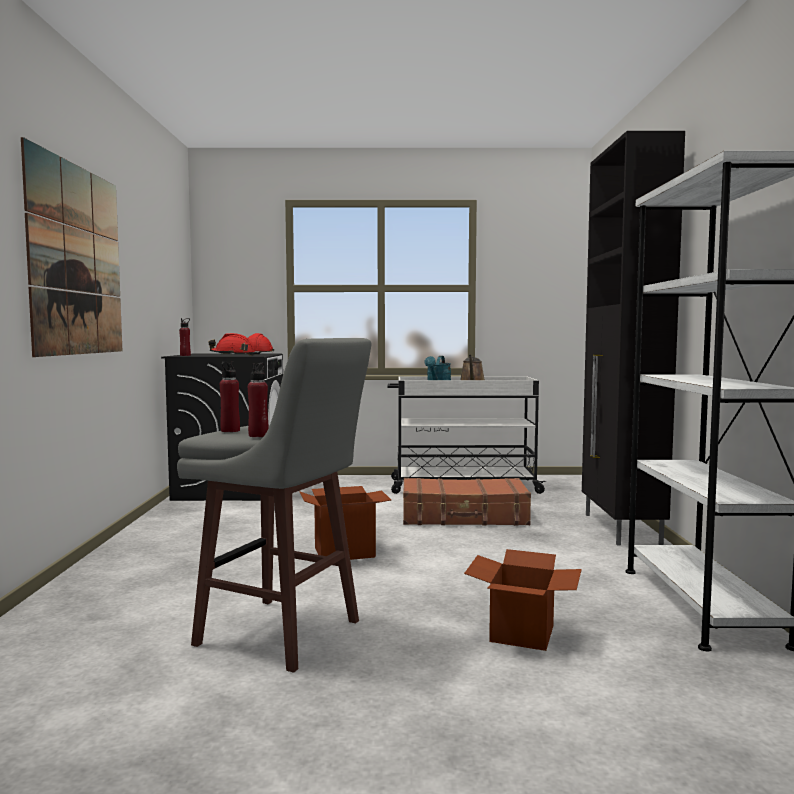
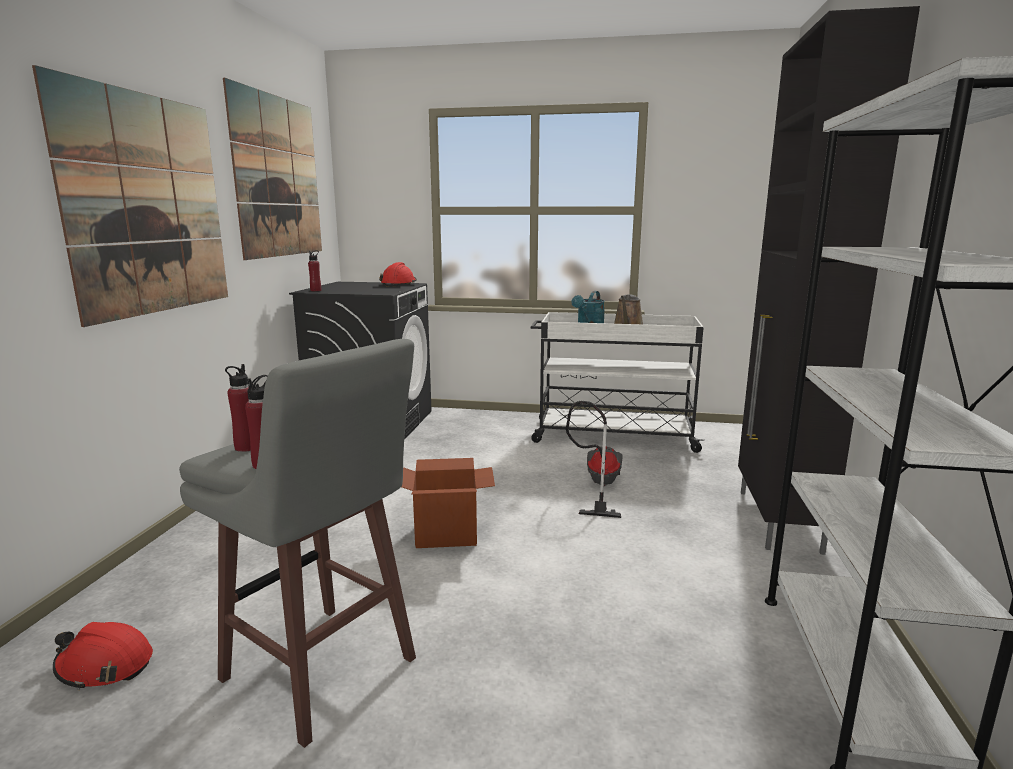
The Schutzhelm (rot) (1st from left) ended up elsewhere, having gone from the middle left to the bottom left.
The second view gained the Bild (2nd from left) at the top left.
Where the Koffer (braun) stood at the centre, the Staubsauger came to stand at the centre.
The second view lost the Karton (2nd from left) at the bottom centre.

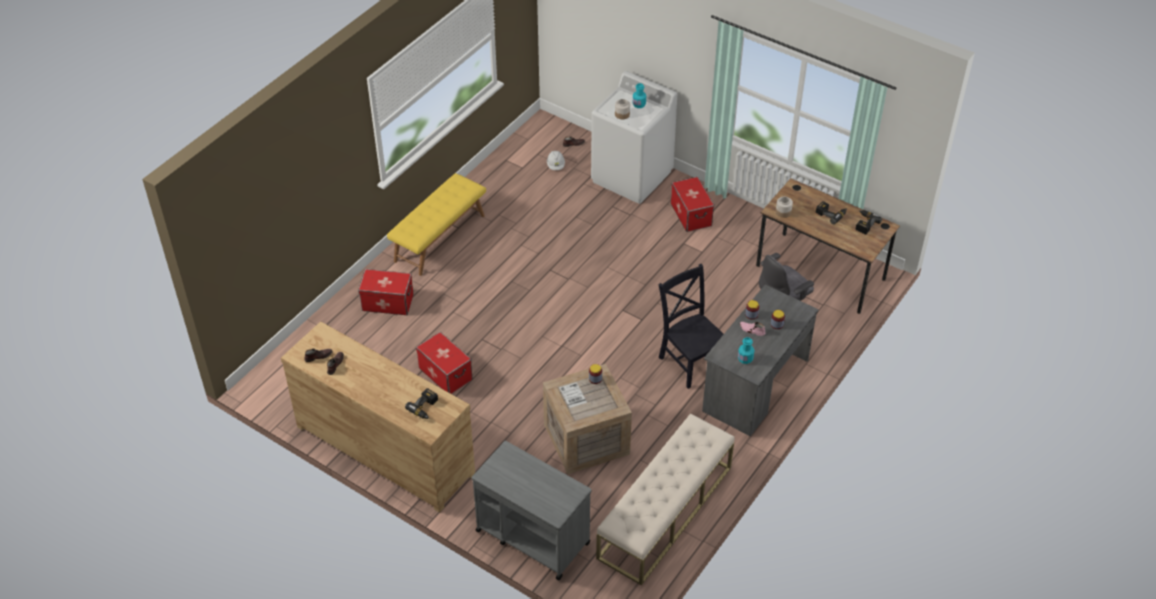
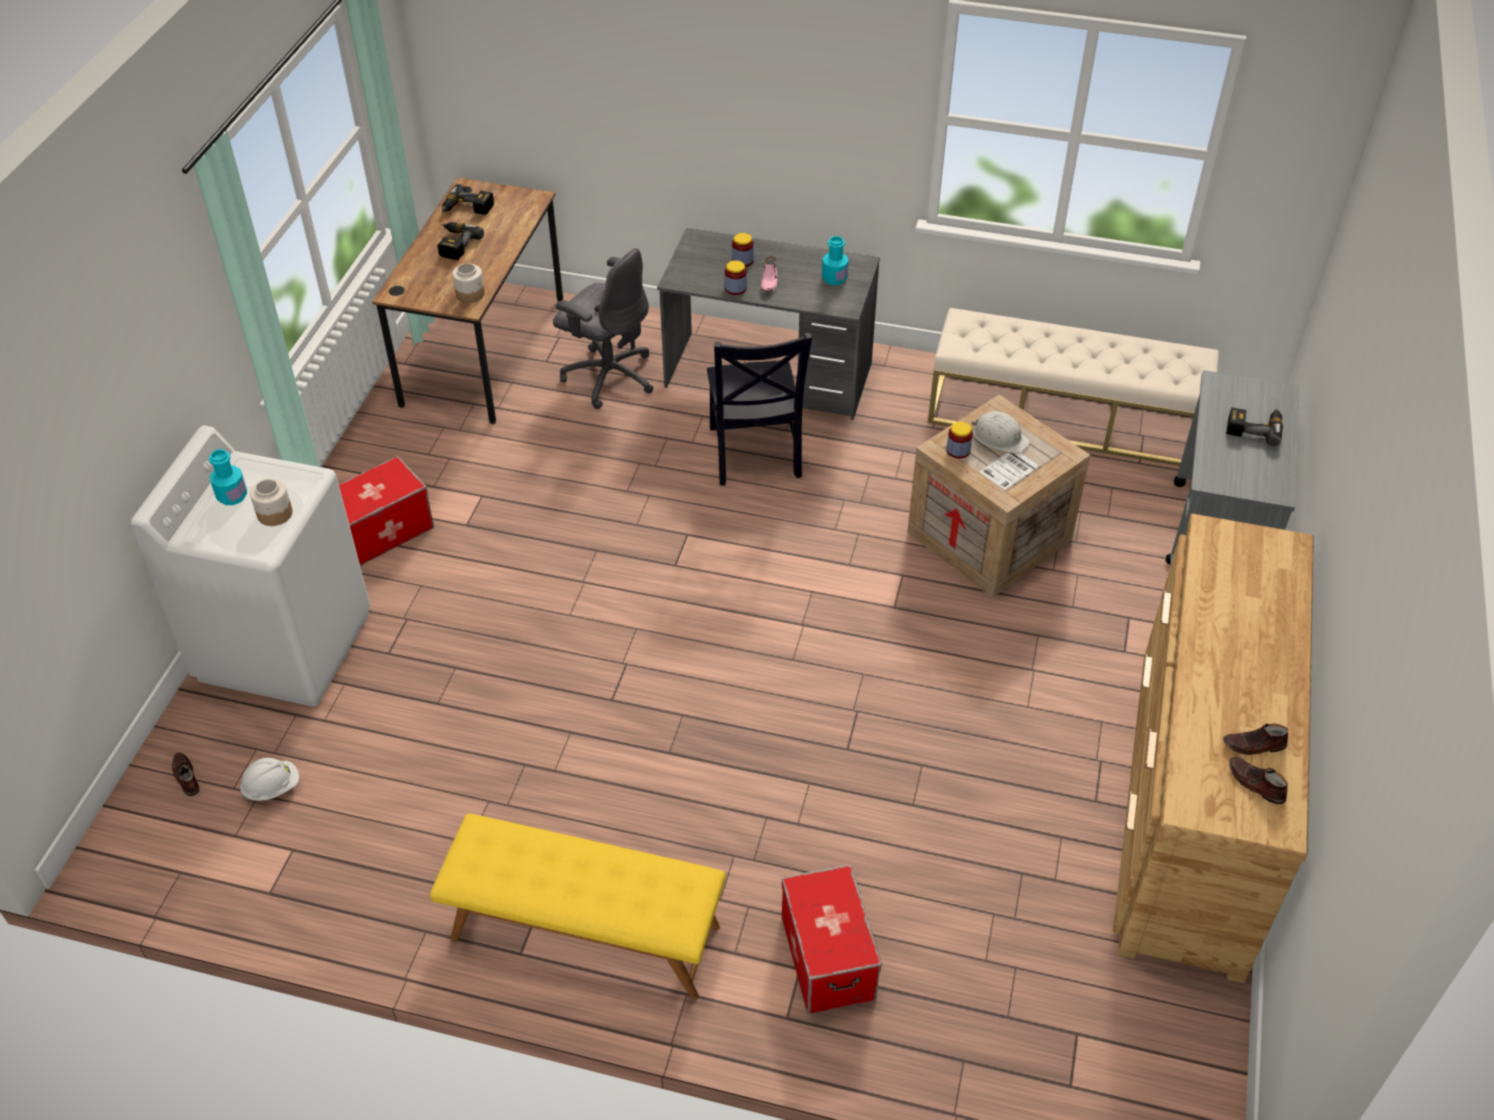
The Stuhl (schwarz) at the centre ended up facing another way, 45 degrees counterclockwise from before.
The second view gained the Schutzhelm (weiß) (2nd from left) at the middle right.
The Bohrmaschine (1st from left in the first image) ended up elsewhere, having gone from the bottom centre to the middle right.
The second view lost the Aufbewahrungsbox (2nd from left) at the centre.

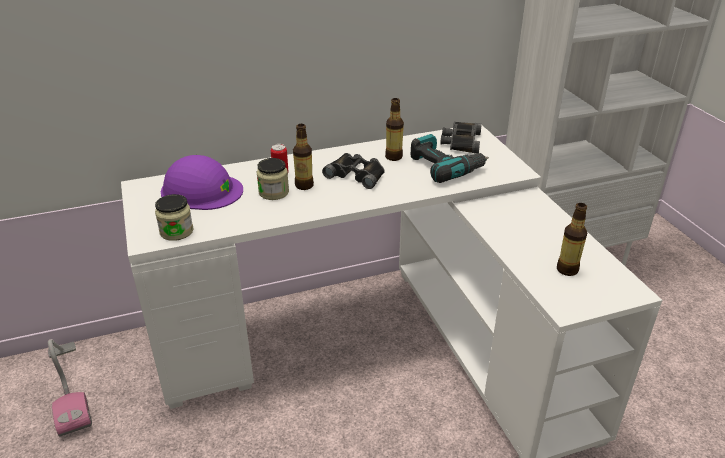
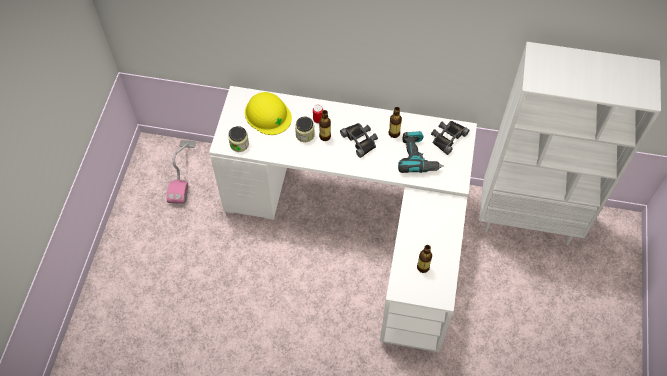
What was the Schutzhelm (lila) at the middle left turned into the Schutzhelm (gelb) at the top centre.

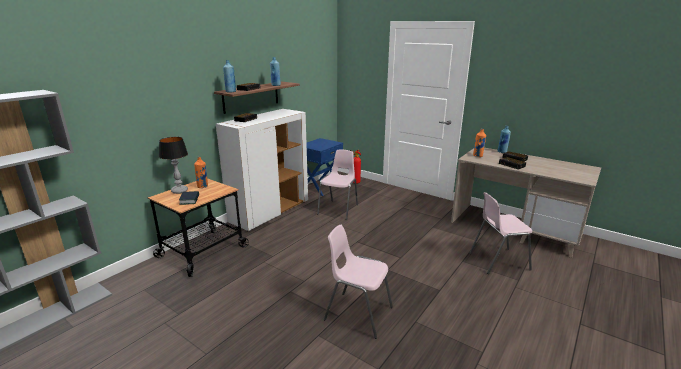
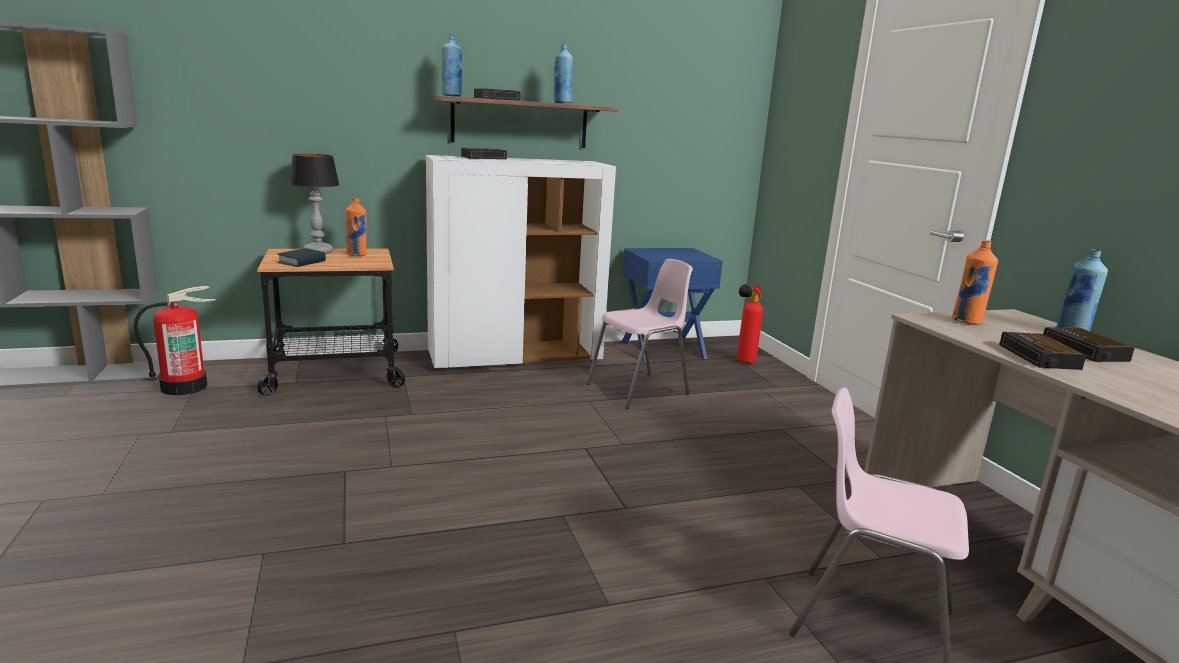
The second view gained the Feuerlöscher (1st from left) at the middle left.
The second view lost the Stuhl (rosa) (2nd from left) at the bottom centre.

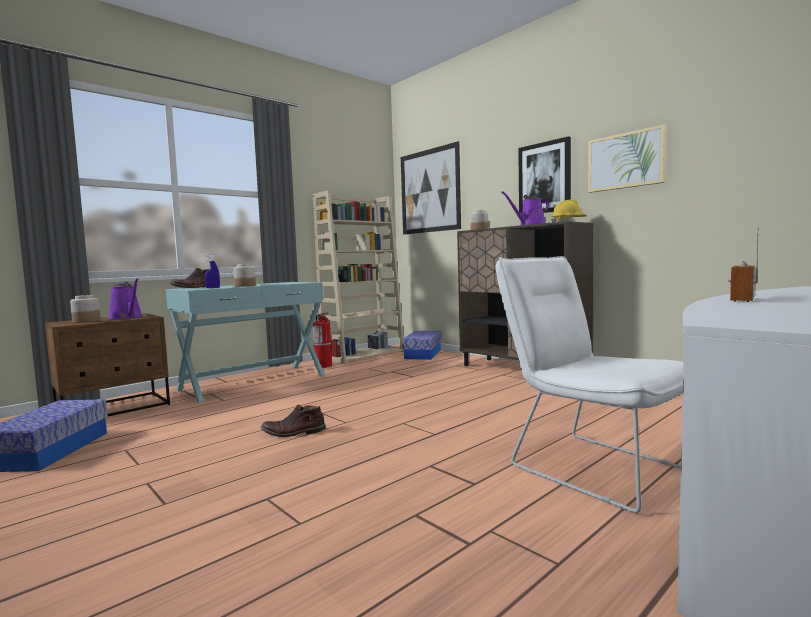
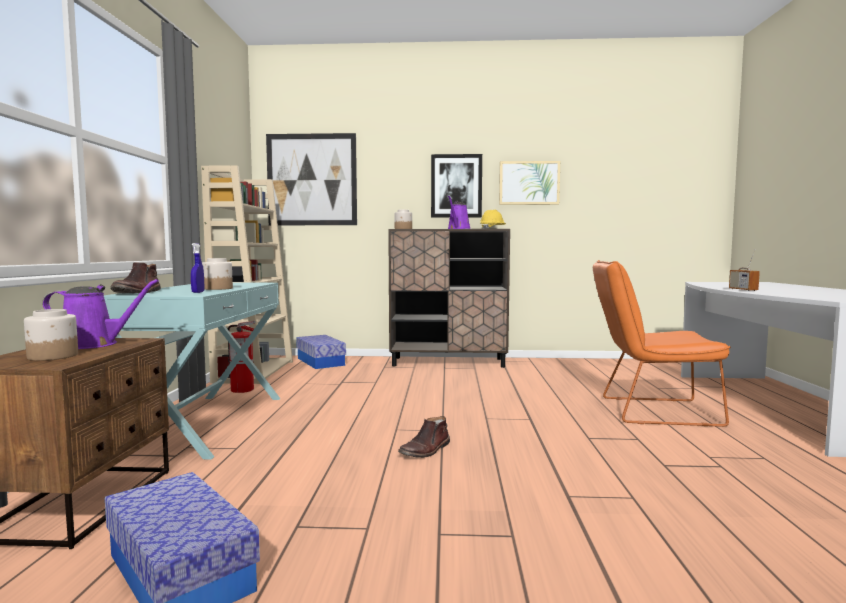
What was the Stuhl (weiß) at the middle right turned into the Stuhl (orange) at the middle right.

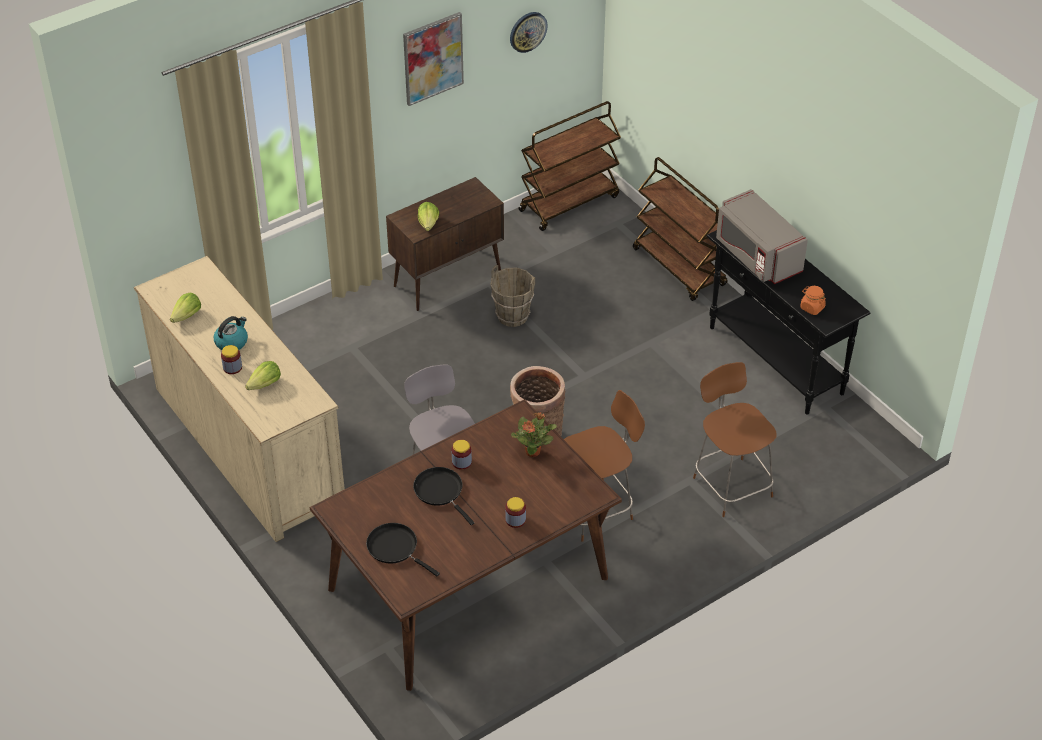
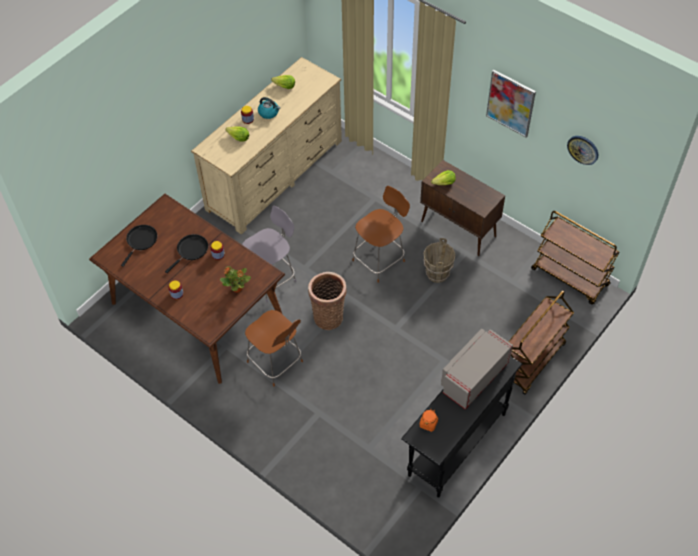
The Stuhl (braun) (2nd from left) ended up elsewhere, having gone from the middle right to the centre.

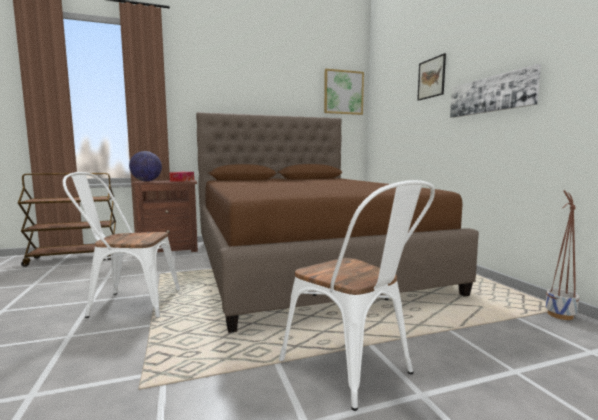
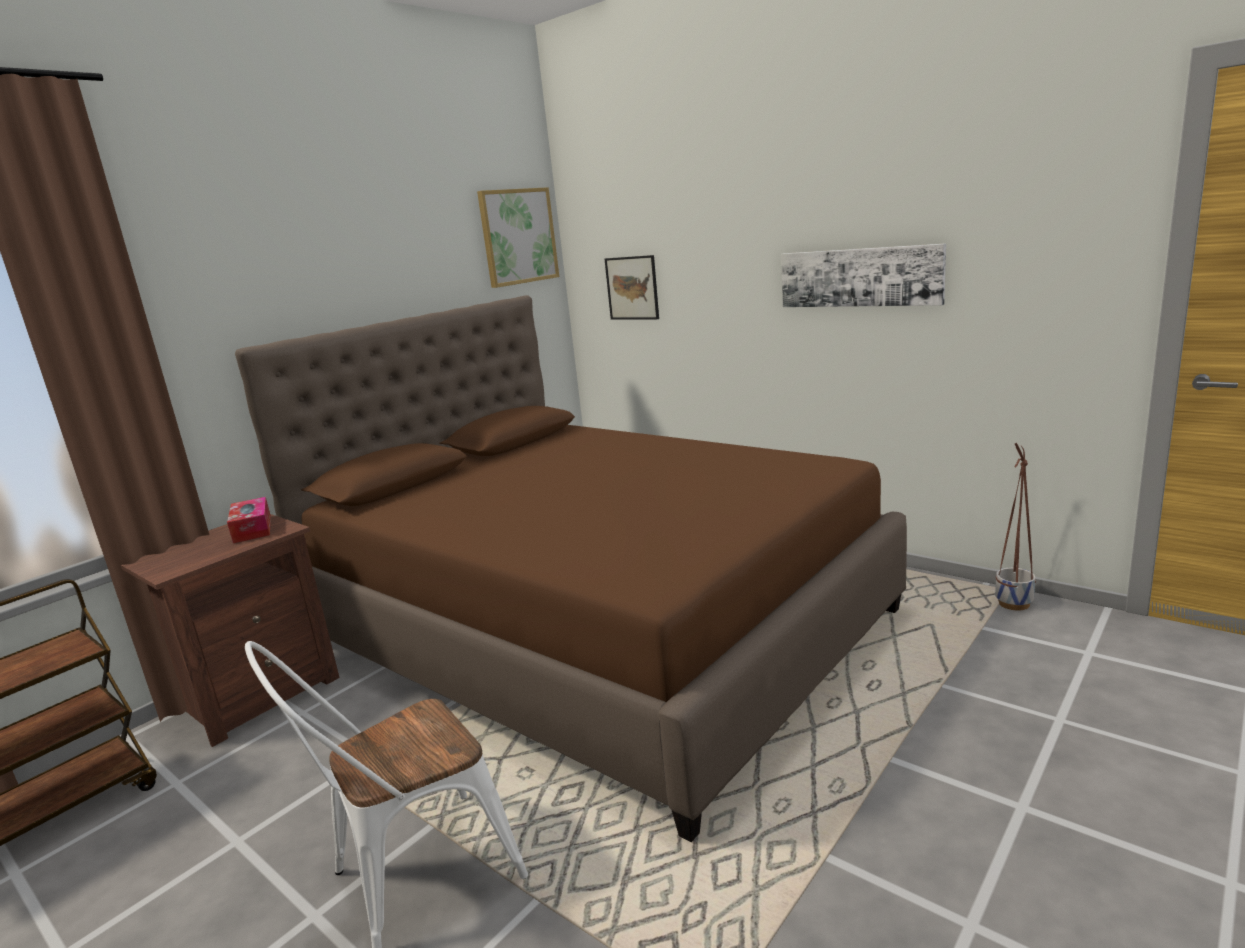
The Bild (2nd from left) ended up elsewhere, having gone from the top right to the top centre.
The second view lost the Globus at the middle left.
The second view lost the Stuhl (weiß) (2nd from left) at the bottom centre.

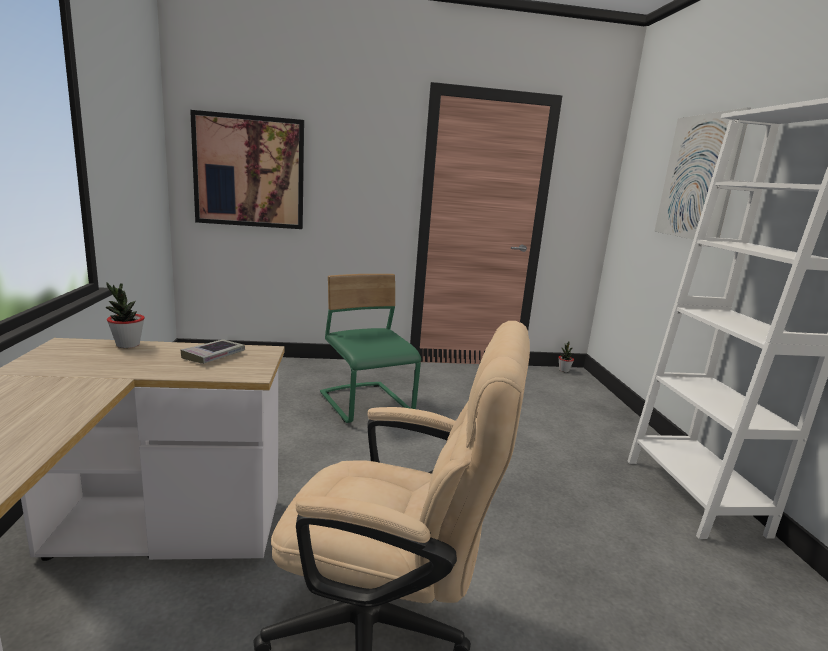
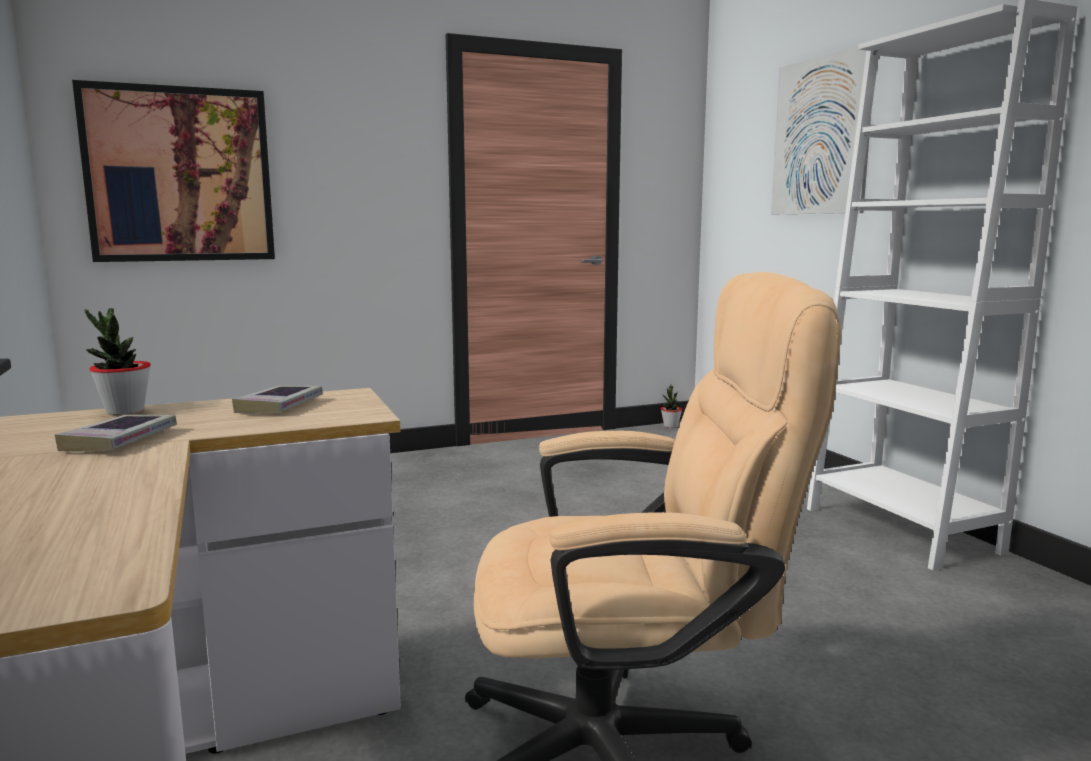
The second view gained the Buch (1st from left) at the middle left.
The second view lost the Stuhl (grün) at the centre.

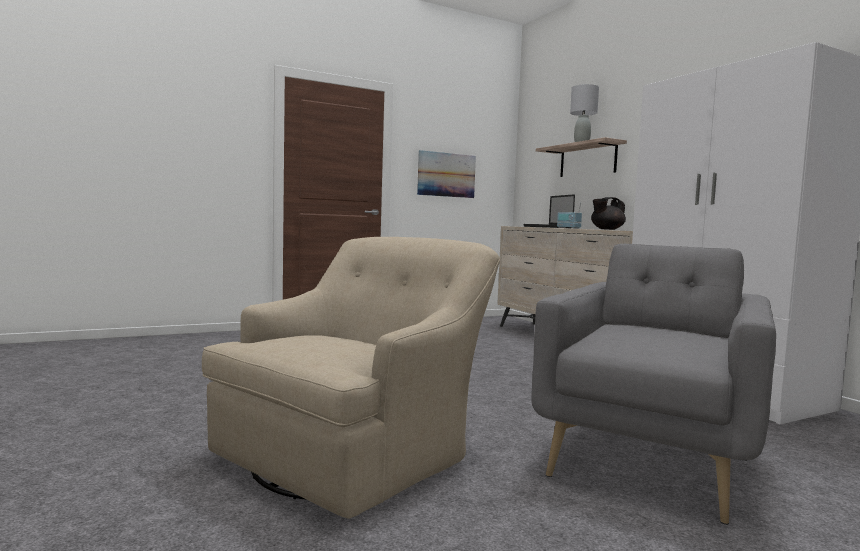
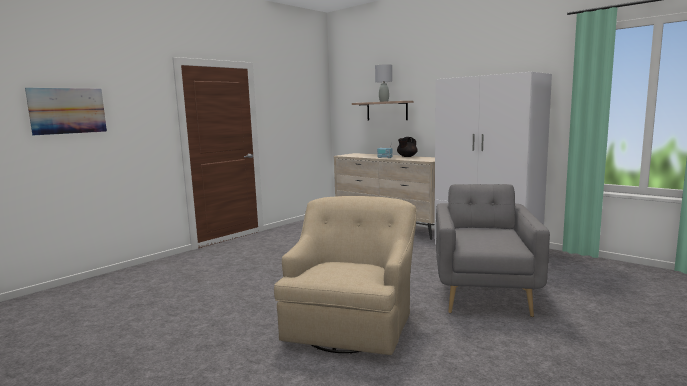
The Bild ended up elsewhere, having gone from the top centre to the top left.
The second view lost the Laptop at the centre.

